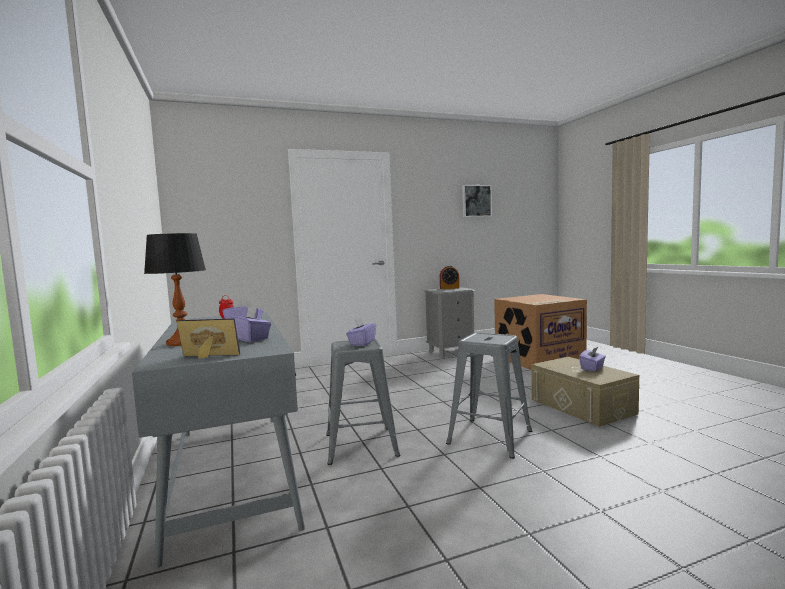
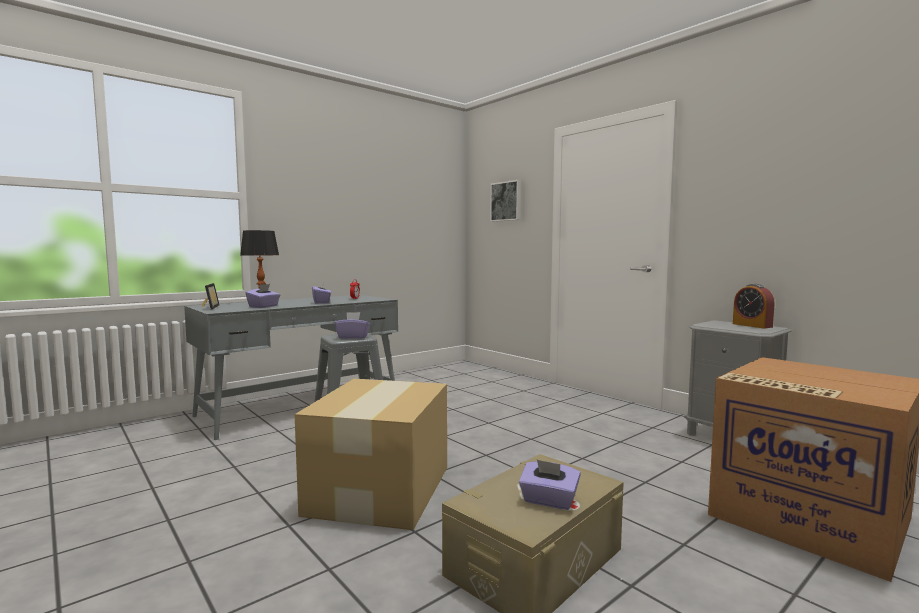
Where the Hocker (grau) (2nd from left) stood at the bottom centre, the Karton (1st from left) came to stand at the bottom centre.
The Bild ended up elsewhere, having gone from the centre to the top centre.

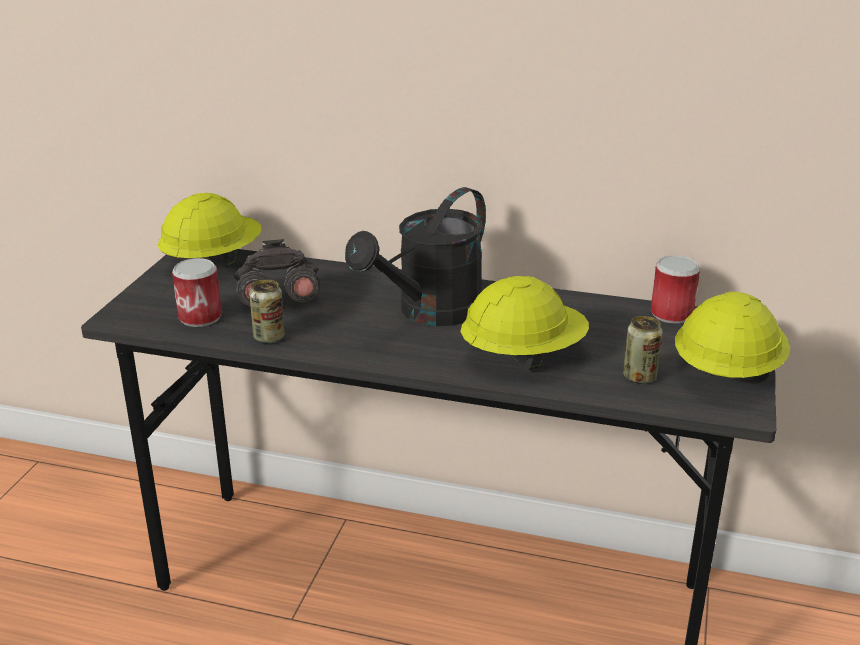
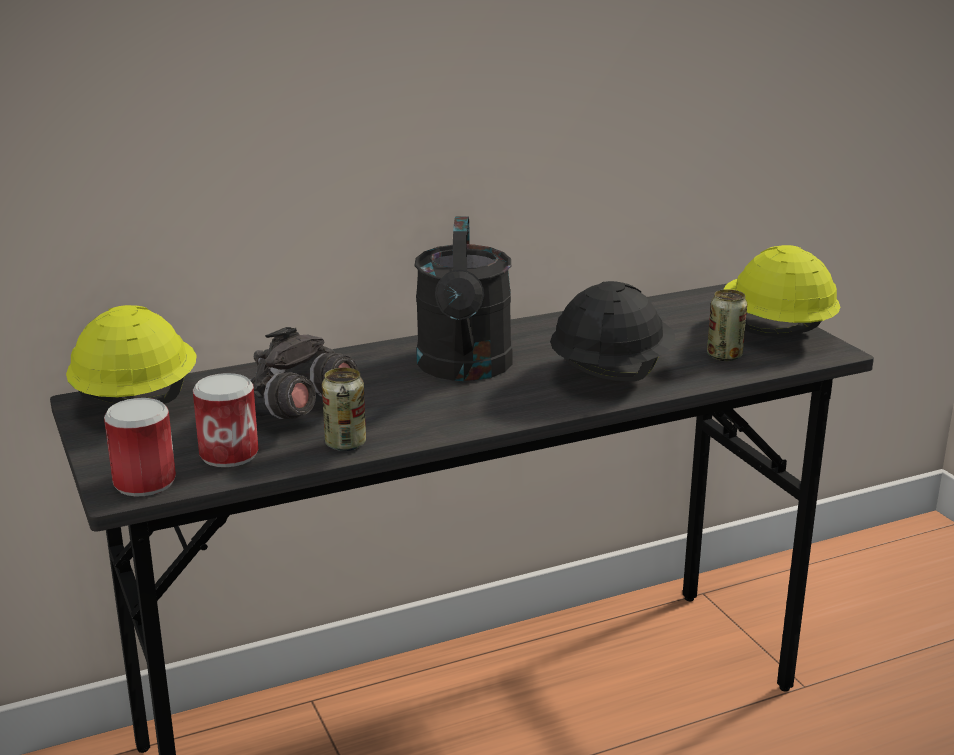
The Dose (4th from left in the first image) ended up elsewhere, having gone from the middle right to the middle left.
What was the Schutzhelm (gelb) (2nd from left) at the centre turned into the Schutzhelm (schwarz) at the centre.

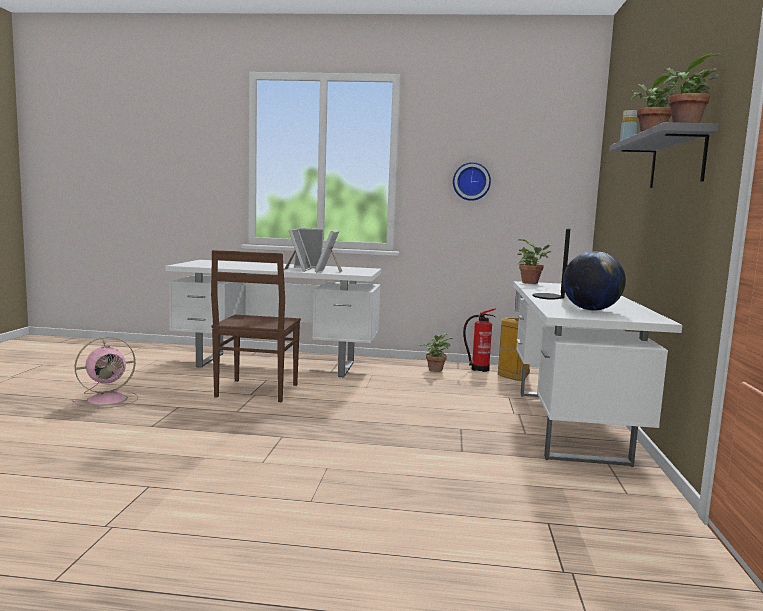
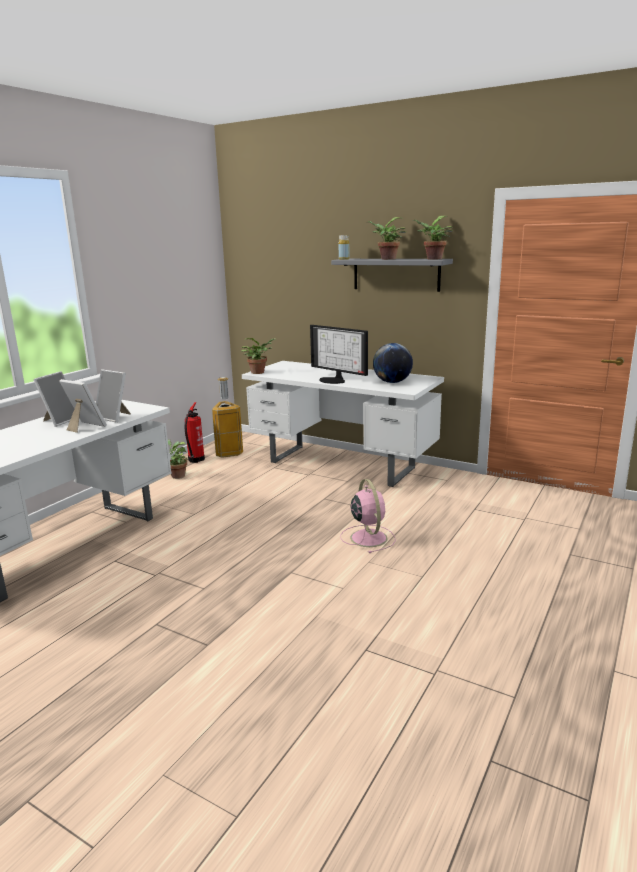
The Ventilator (rosa) ended up elsewhere, having gone from the middle left to the centre.
The second view lost the Stuhl (braun) at the centre.
The second view lost the Wanduhr at the top centre.

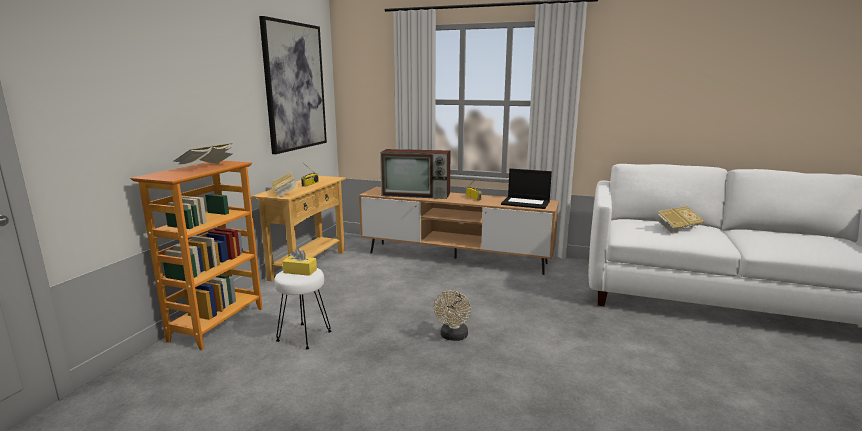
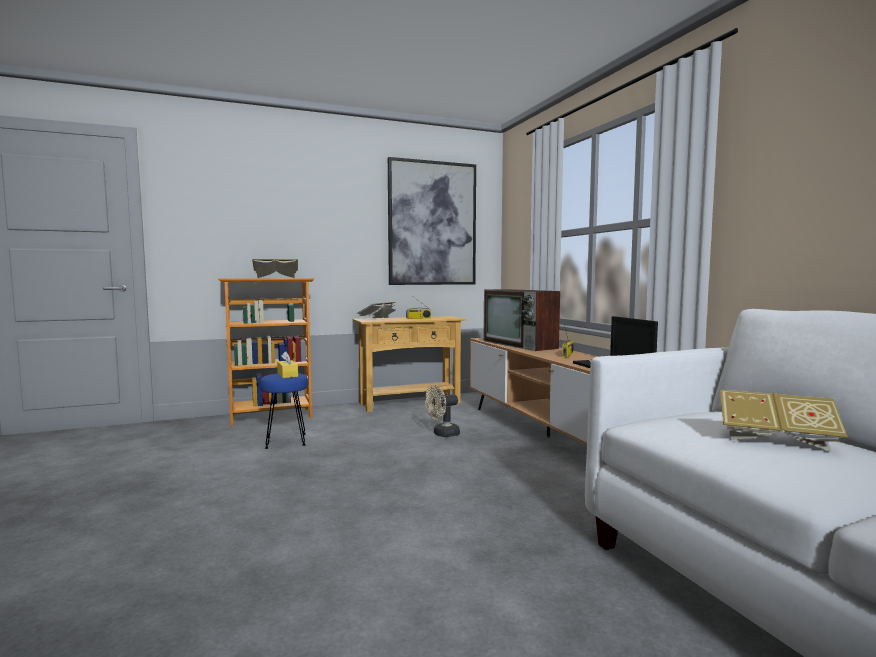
What was the Hocker (weiß) at the bottom centre turned into the Hocker (blau) at the middle left.
The Ventilator (beige) ended up elsewhere, having gone from the bottom centre to the centre.

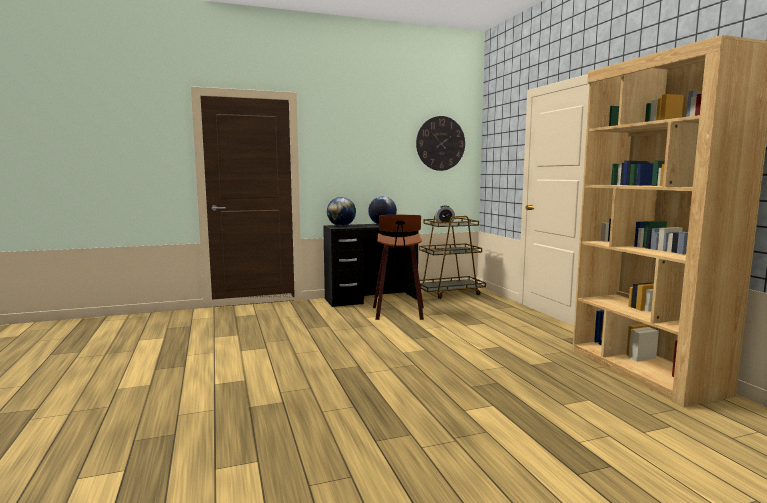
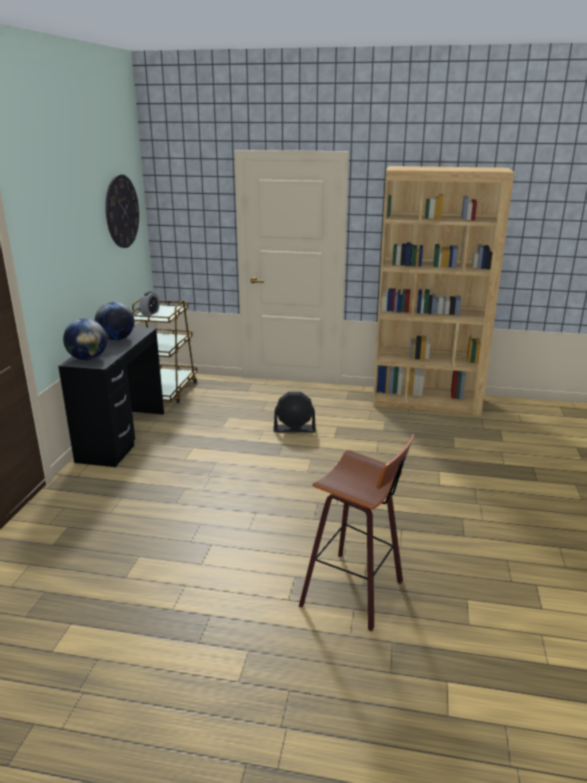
The second view gained the Ventilator (schwarz) at the centre.
The Hocker ended up elsewhere, having gone from the centre to the bottom centre.

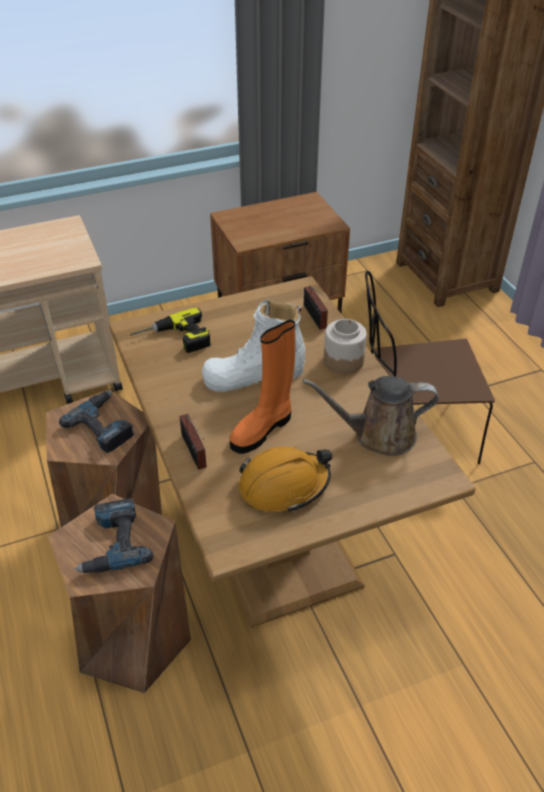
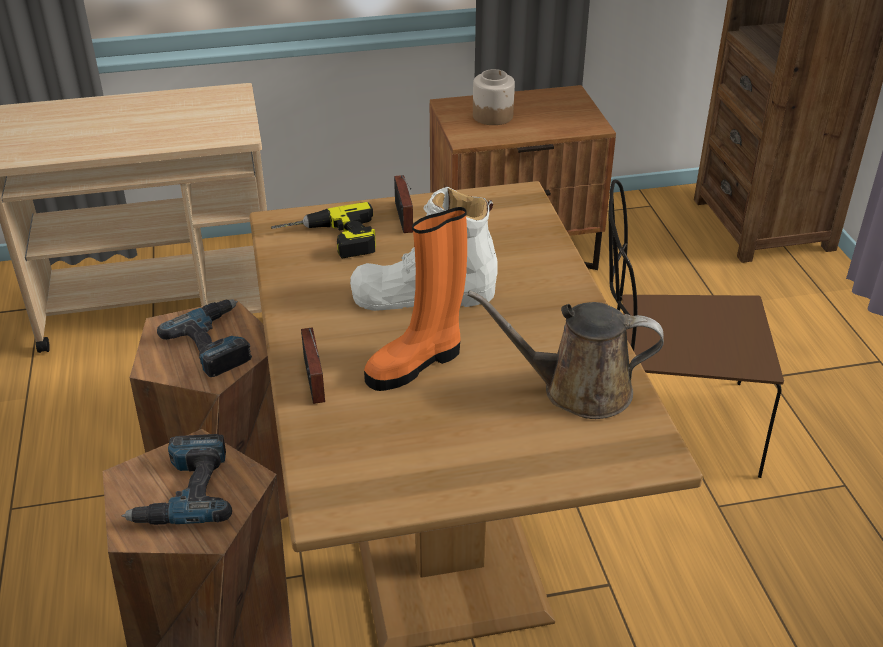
The Radio (2nd from left) ended up elsewhere, having gone from the centre to the top centre.
The Vorratsglas ended up elsewhere, having gone from the centre to the top centre.
The second view lost the Schutzhelm (orange) at the centre.

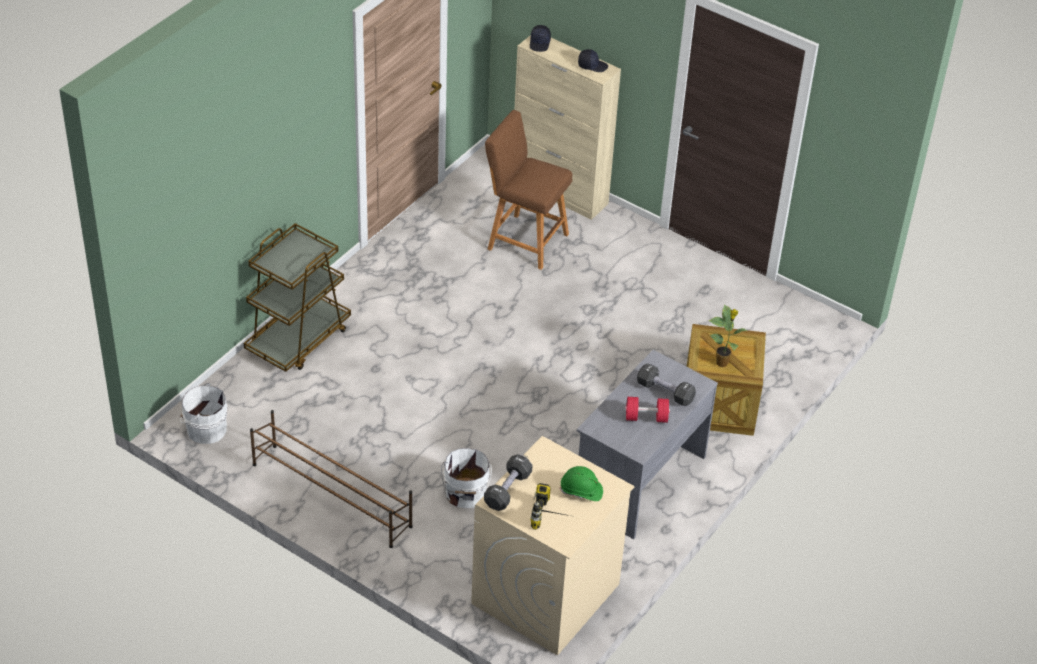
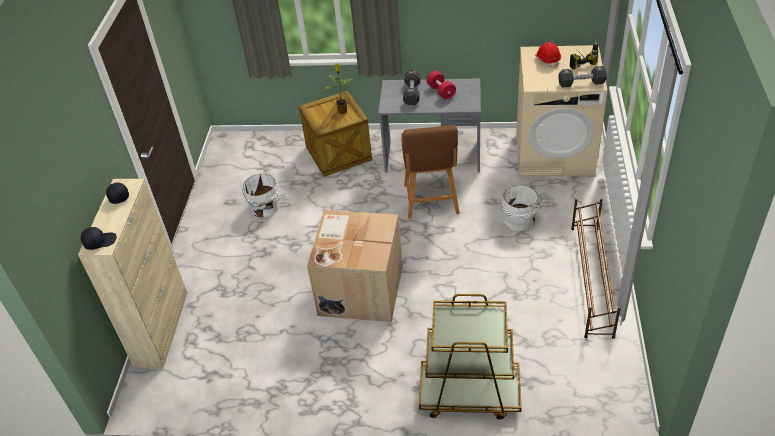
The Eimer (weiß) (1st from left) ended up elsewhere, having gone from the middle left to the centre.
The second view gained the Karton at the centre.
The Hocker (braun) ended up elsewhere, having gone from the top centre to the centre.
What was the Schutzhelm (grün) at the bottom centre turned into the Schutzhelm (rot) at the top right.

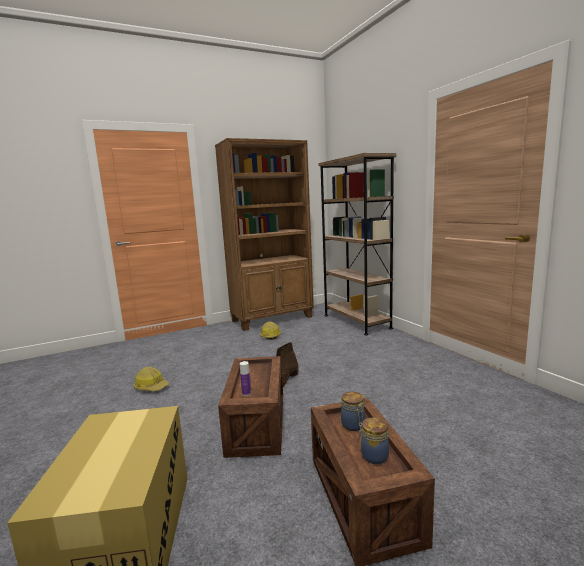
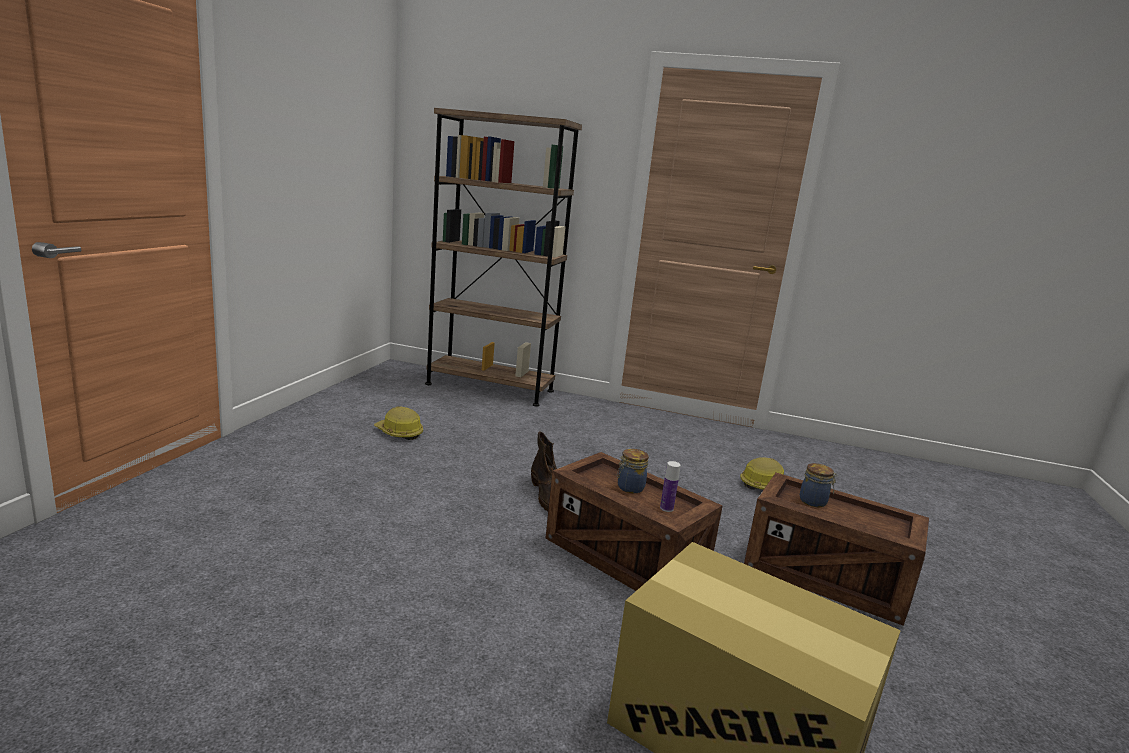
The Vorratsglas (2nd from left in the first image) ended up elsewhere, having gone from the bottom centre to the centre.
The Schutzhelm (1st from left in the first image) ended up elsewhere, having gone from the bottom left to the middle right.
The second view lost the Bücherregal (braun) (1st from left) at the centre.

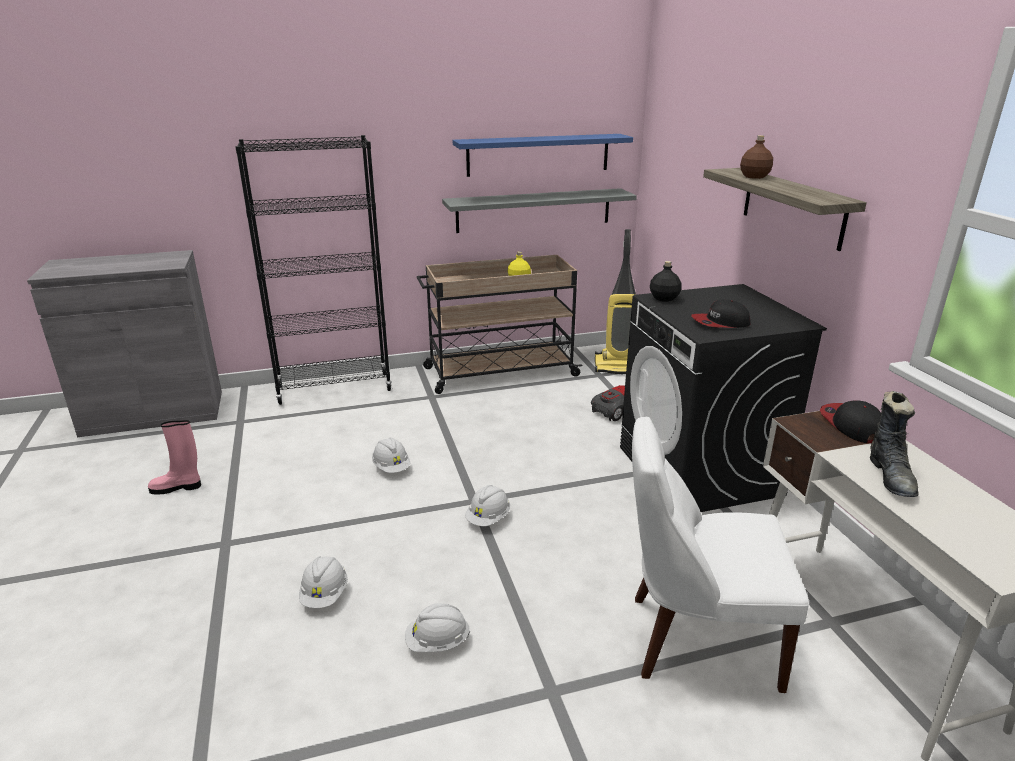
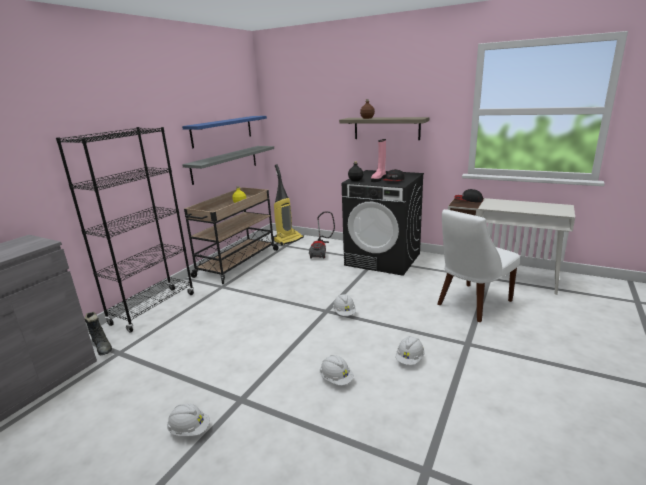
The Stiefel (schwarz) ended up elsewhere, having gone from the middle right to the bottom left.
The Schutzhelm (weiß) (2nd from left in the first image) ended up elsewhere, having gone from the centre to the bottom left.
The Stiefel (rosa) ended up elsewhere, having gone from the middle left to the top centre.

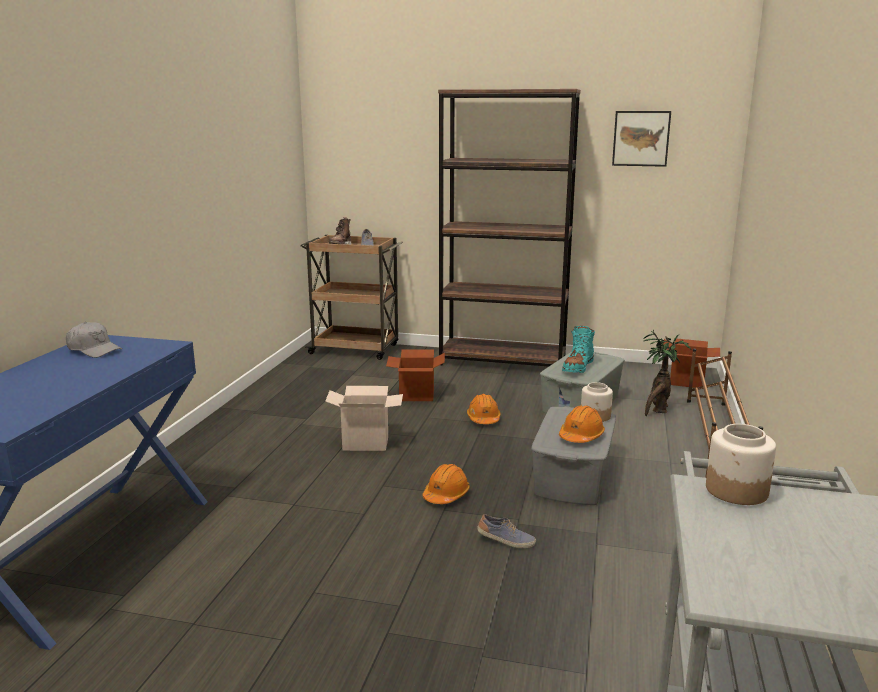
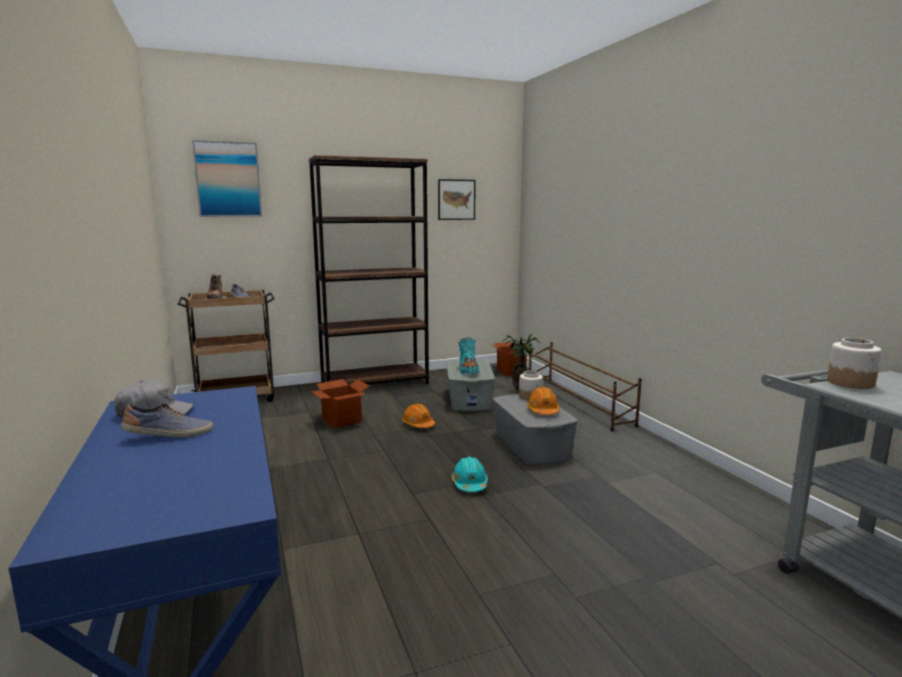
The Schuh (2nd from left in the first image) ended up elsewhere, having gone from the bottom centre to the middle left.
The second view gained the Bild (1st from left) at the top left.
What was the Schutzhelm (orange) (1st from left) at the bottom centre turned into the Schutzhelm (türkis) at the bottom centre.
The second view lost the Karton (1st from left) at the centre.

